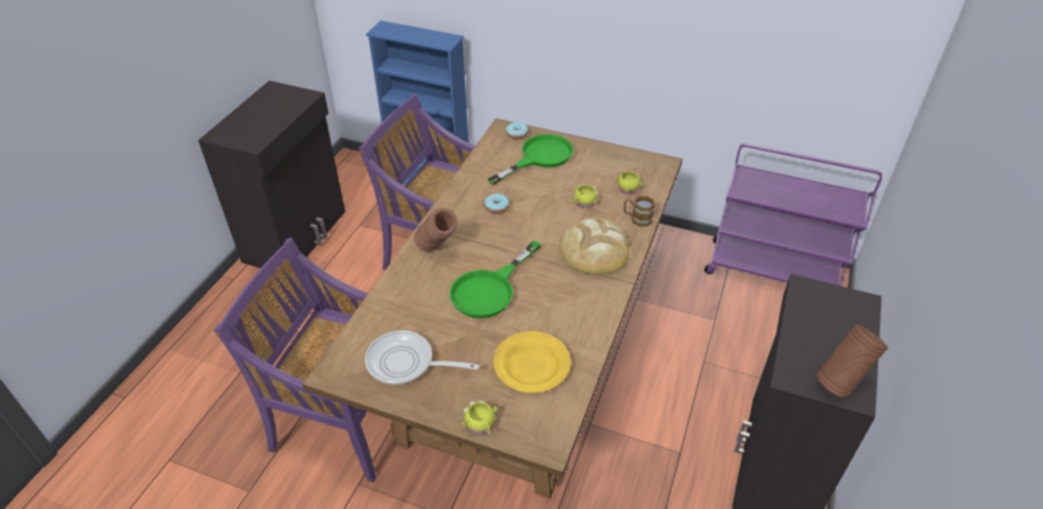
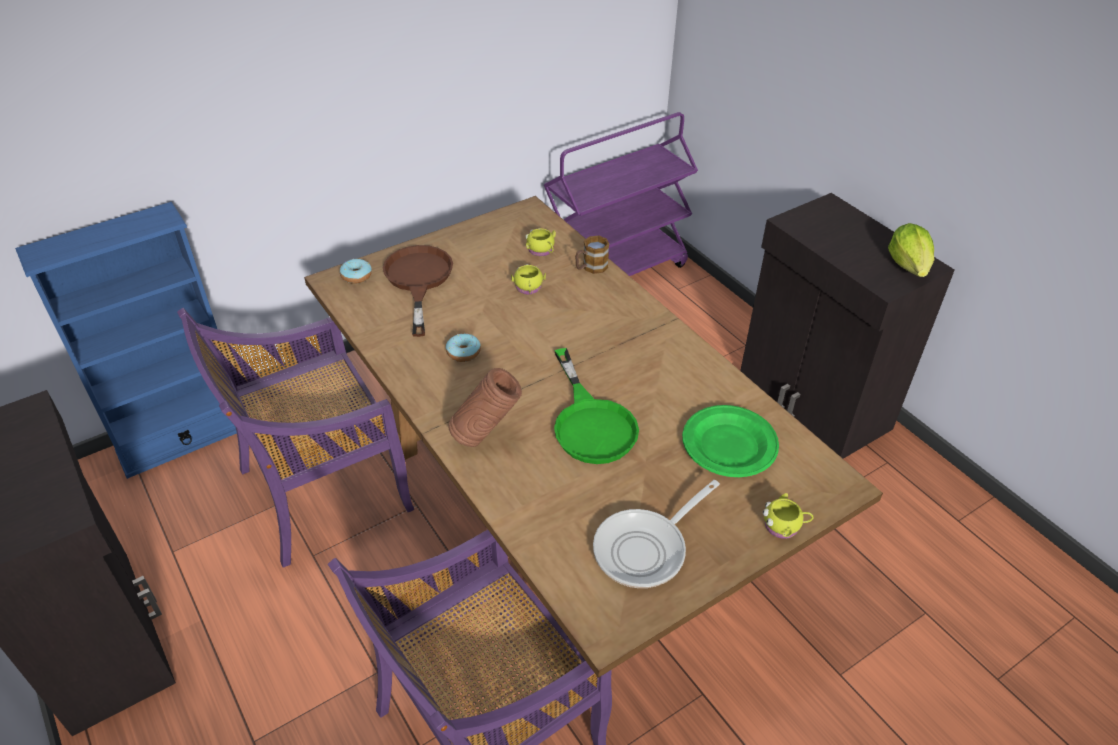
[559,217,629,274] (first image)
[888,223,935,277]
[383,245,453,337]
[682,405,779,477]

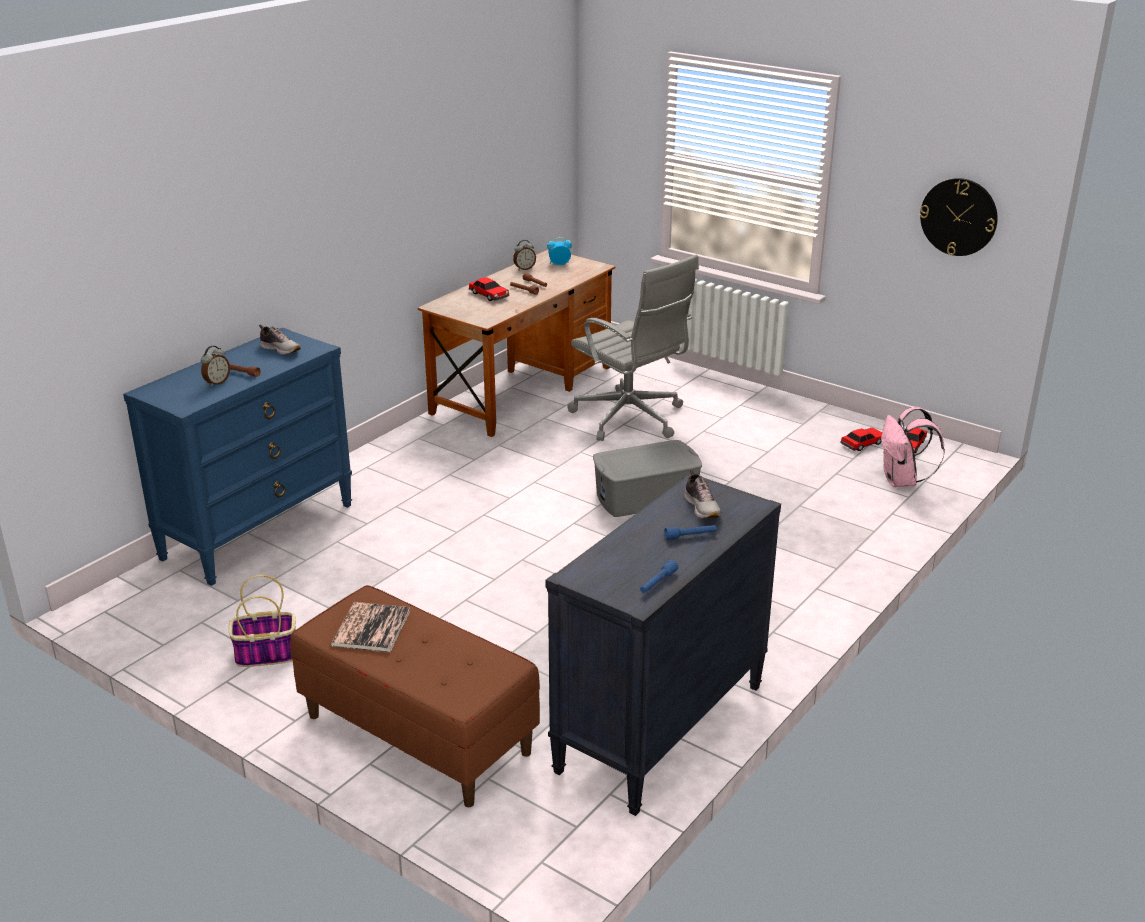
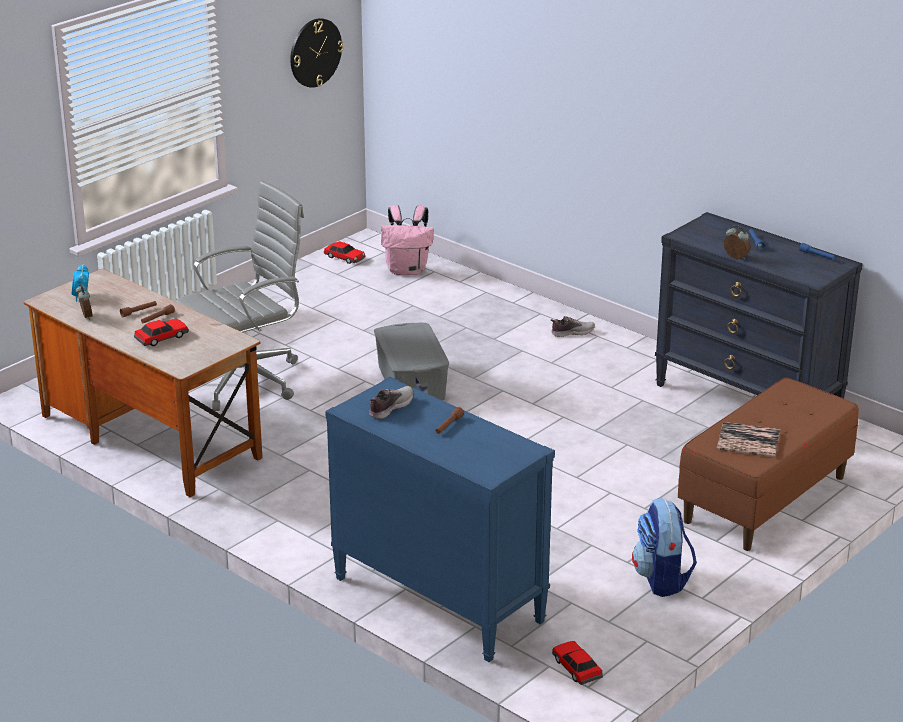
[724,225,751,259]
[551,316,595,337]
[552,641,602,685]
[632,497,697,597]

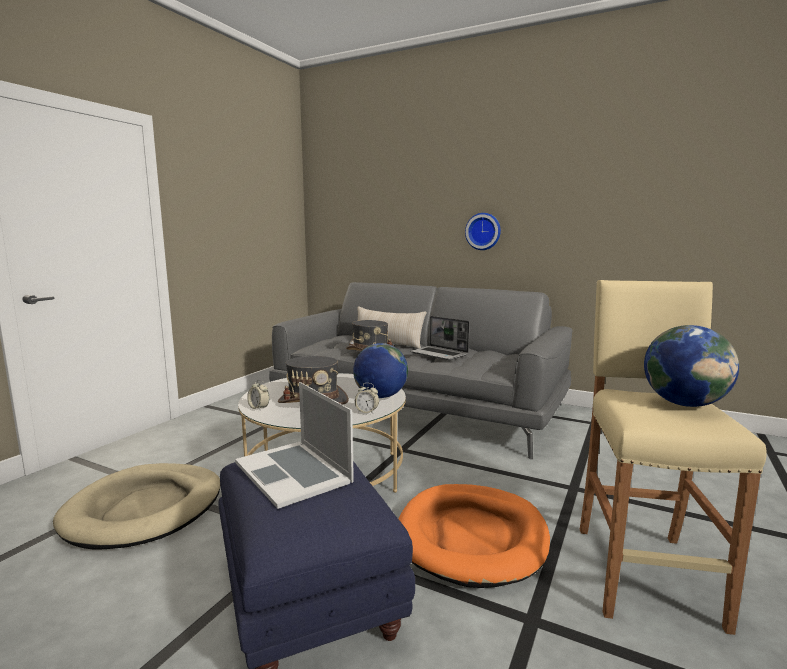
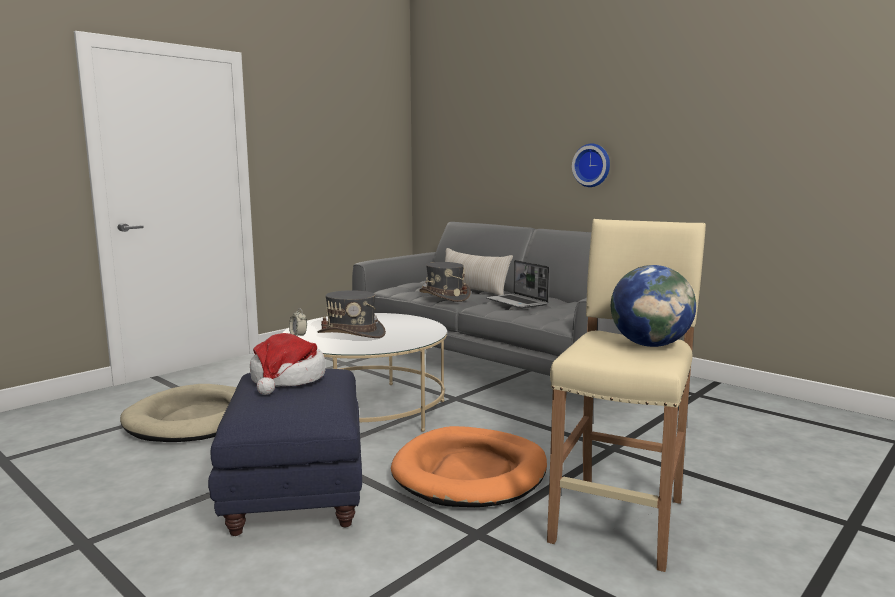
[353,343,408,398] (first image)
[355,383,379,414] (first image)
[250,333,325,395]

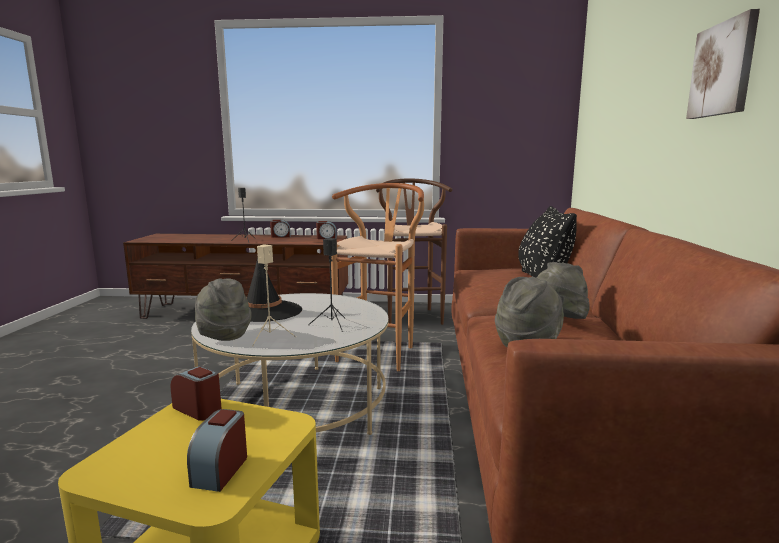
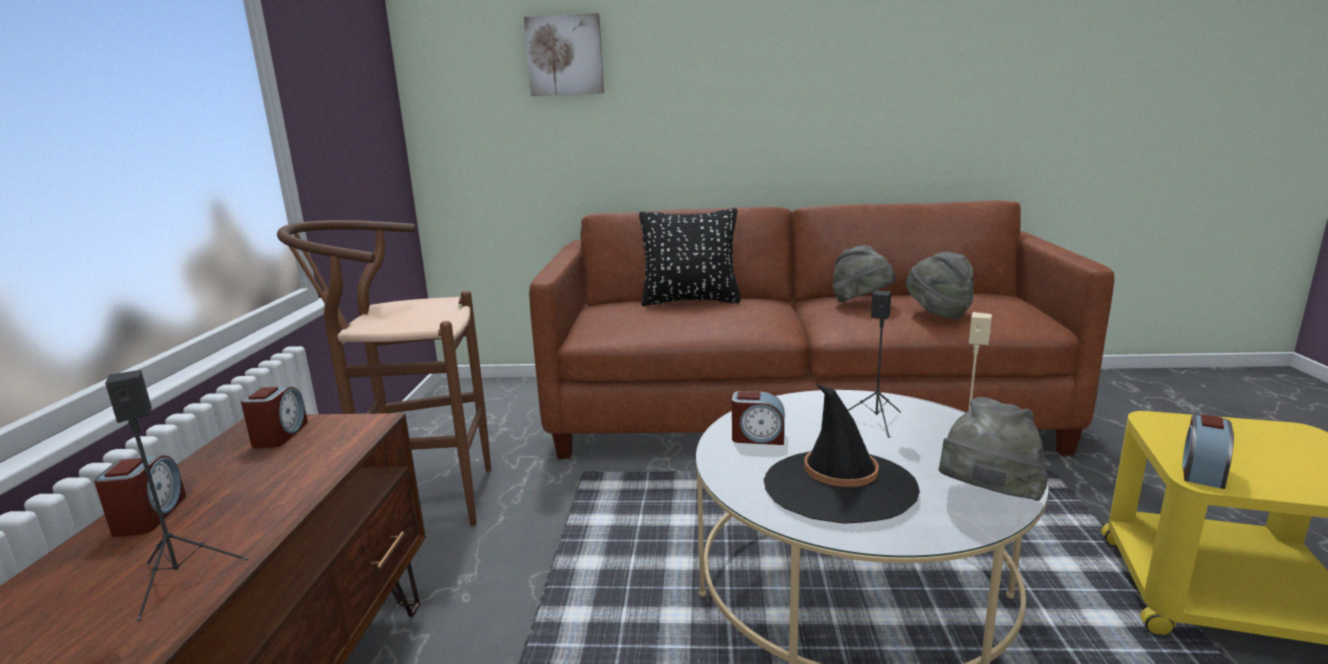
[331,183,424,371] (first image)
[732,391,785,445]
[524,13,604,96]

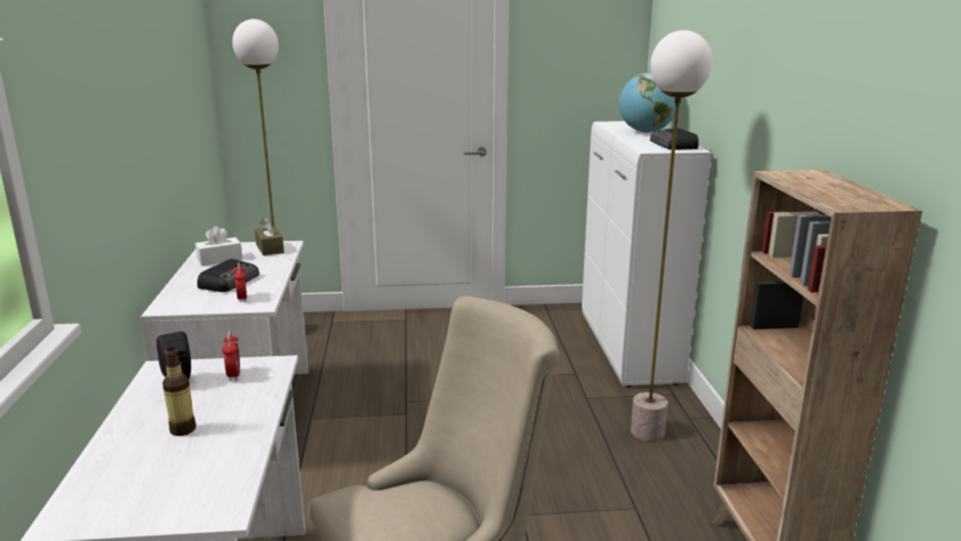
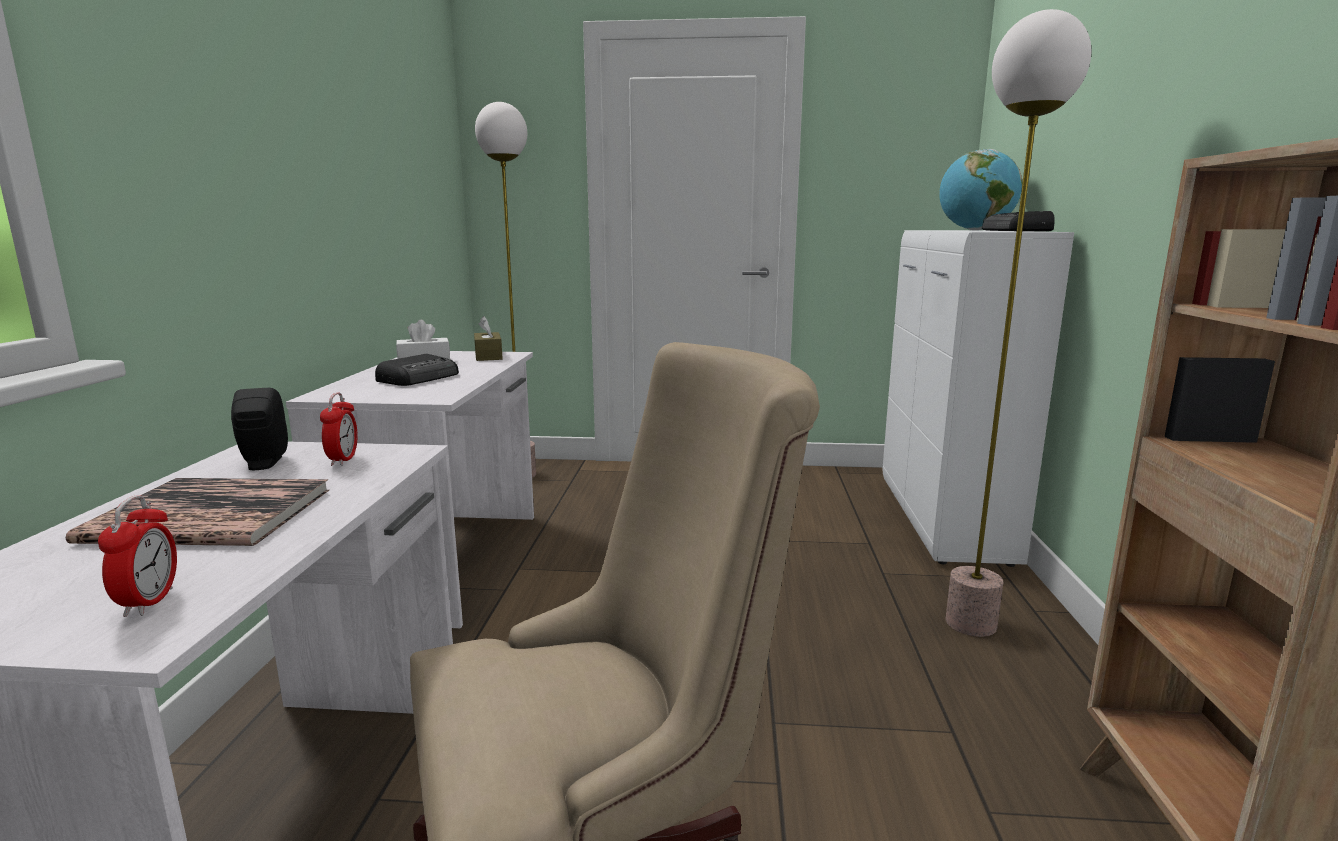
[98,496,177,617]
[66,478,329,546]

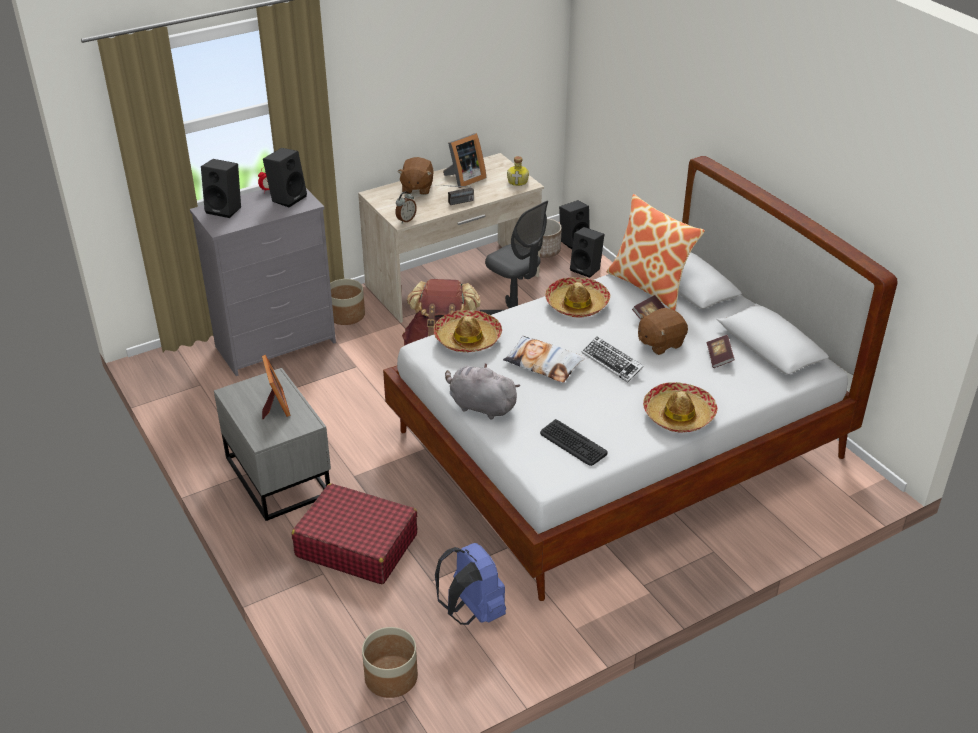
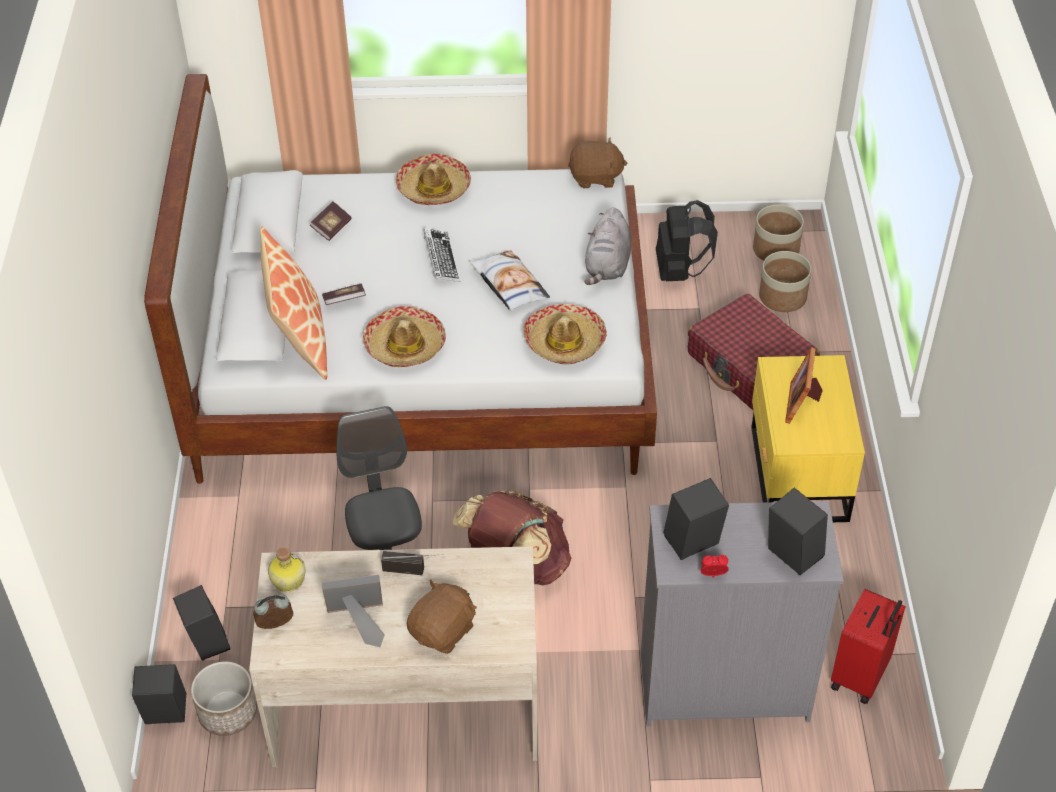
[540,419,608,466] (first image)
[831,589,906,704]
[759,251,811,312]
[253,594,293,629]
[568,137,627,188]
[751,355,865,522]
[656,200,718,281]
[584,207,631,285]

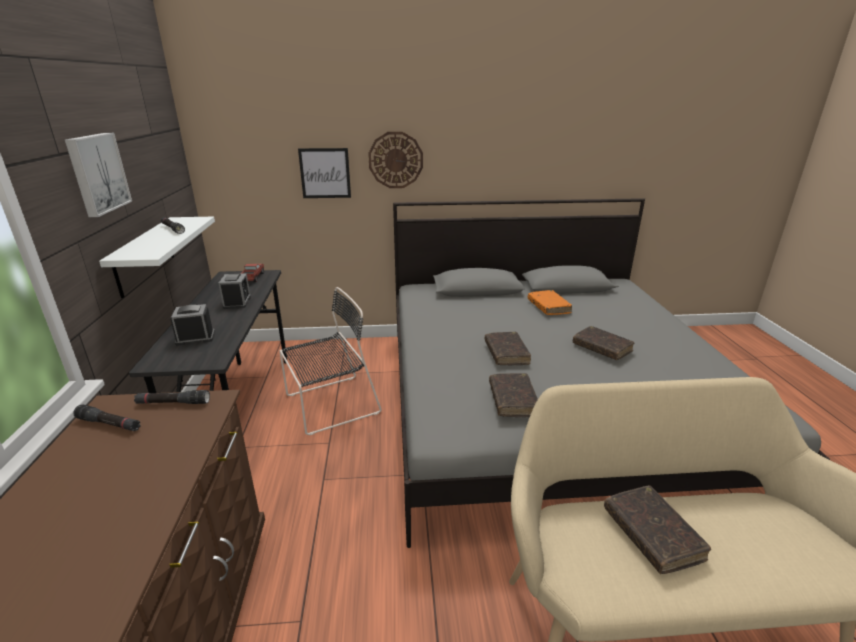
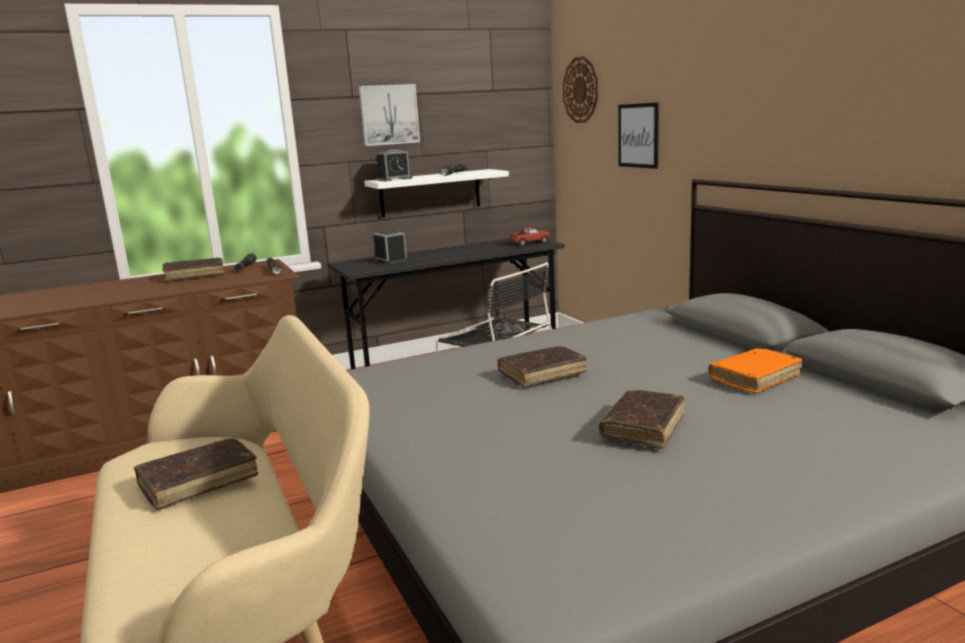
[377,149,412,181]
[563,56,598,123]
[162,258,225,282]

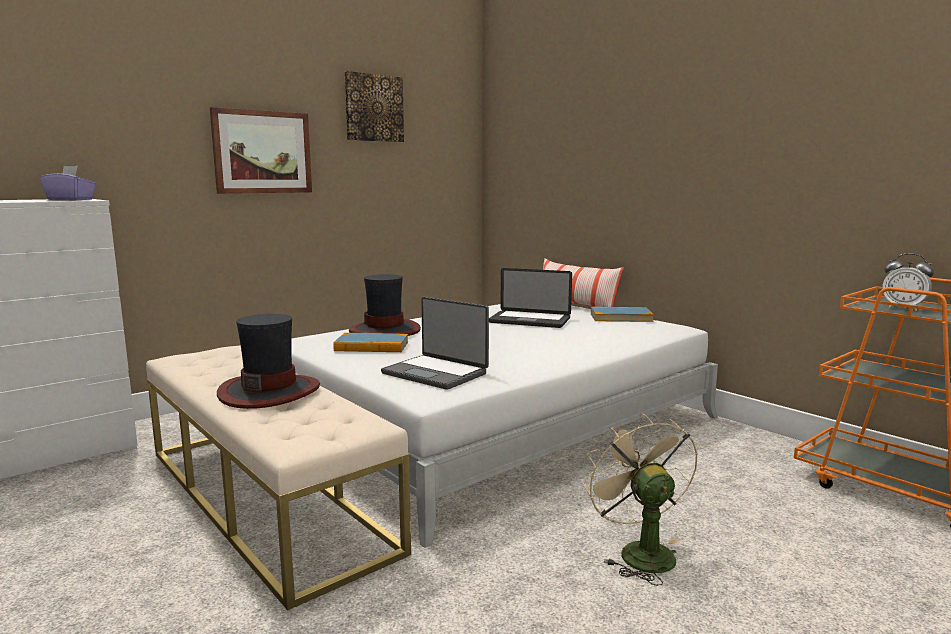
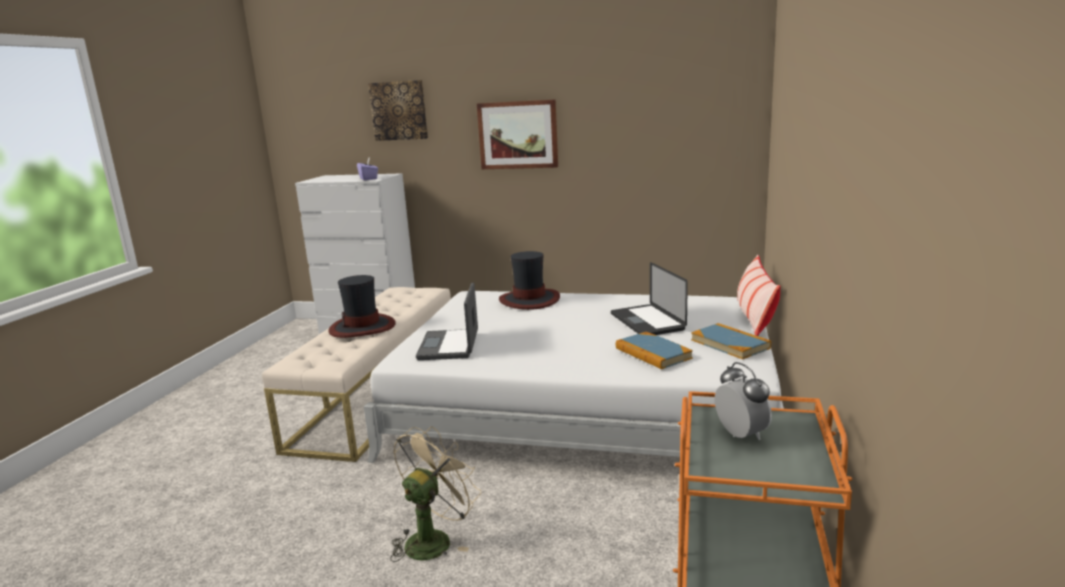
[616,332,693,369]
[368,80,428,141]
[715,362,772,440]

